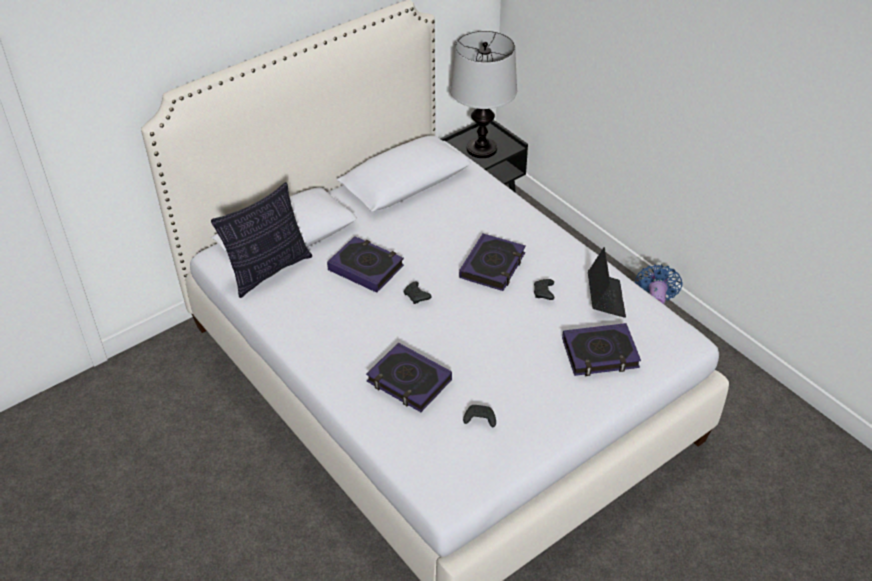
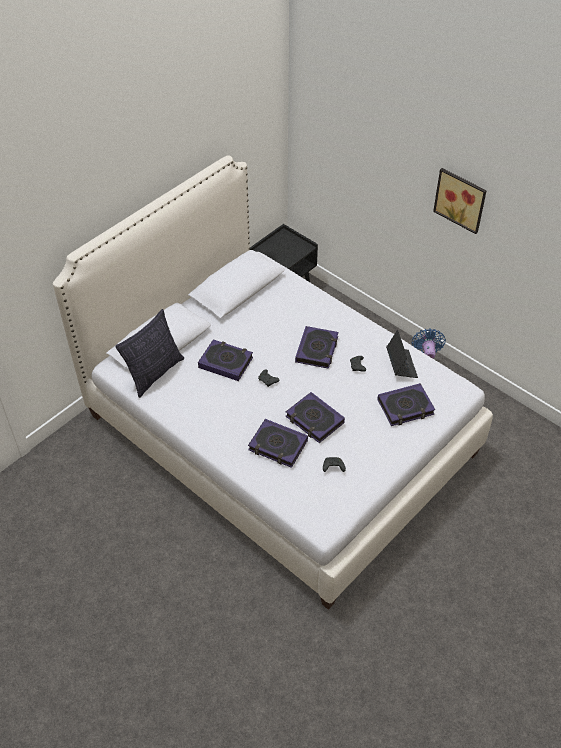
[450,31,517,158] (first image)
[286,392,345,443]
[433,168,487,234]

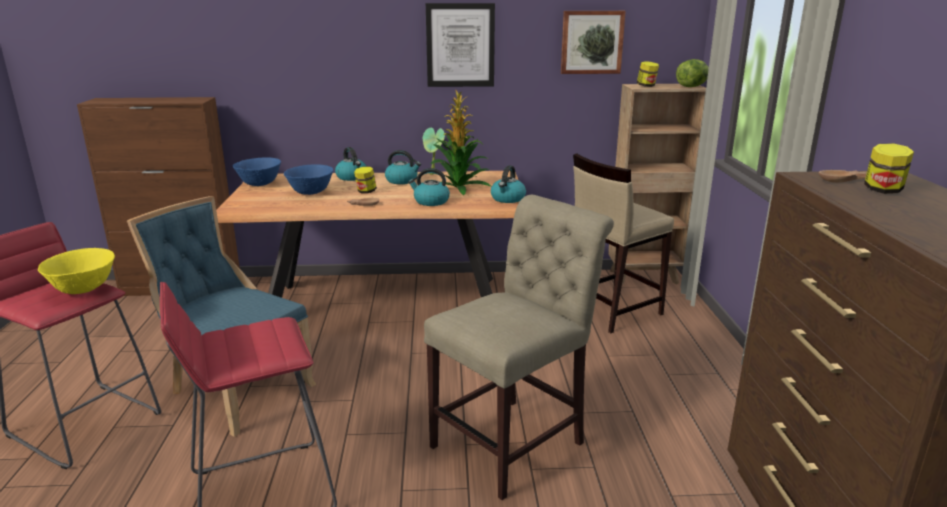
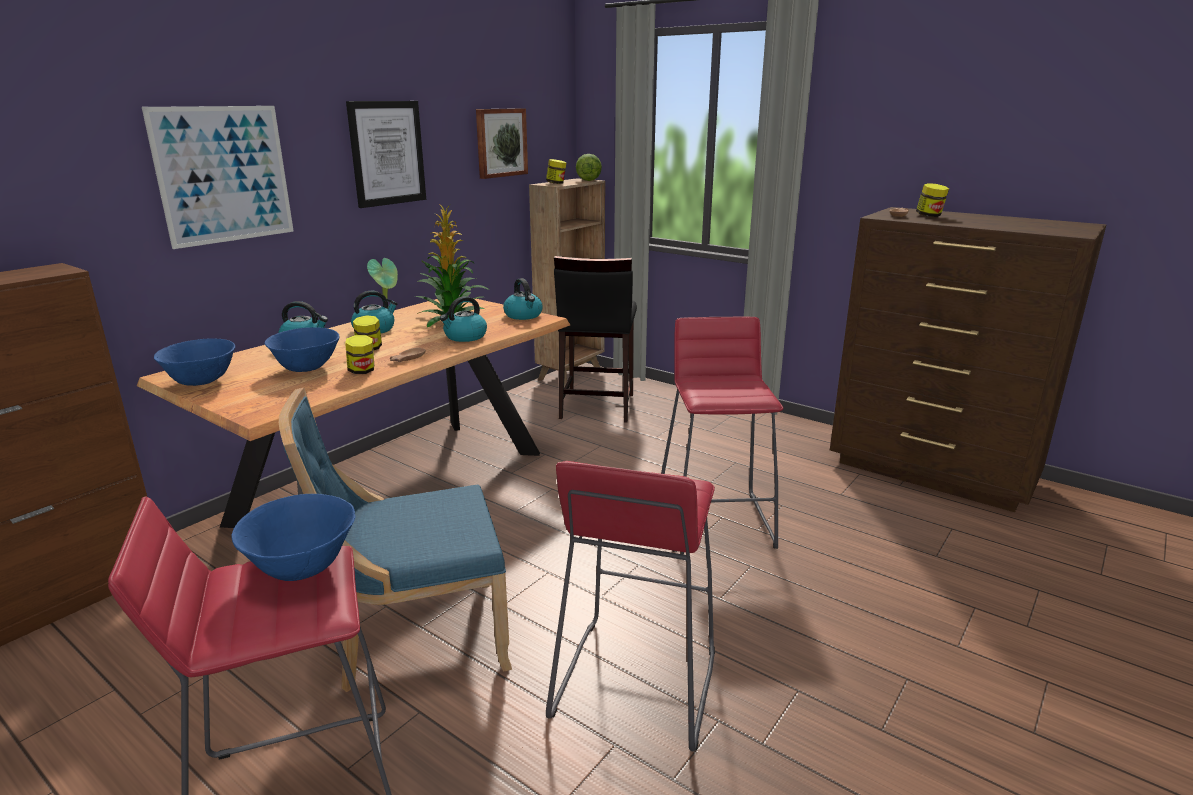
[142,106,294,249]
[345,335,374,374]
[661,317,783,552]
[231,494,356,581]
[554,256,637,422]

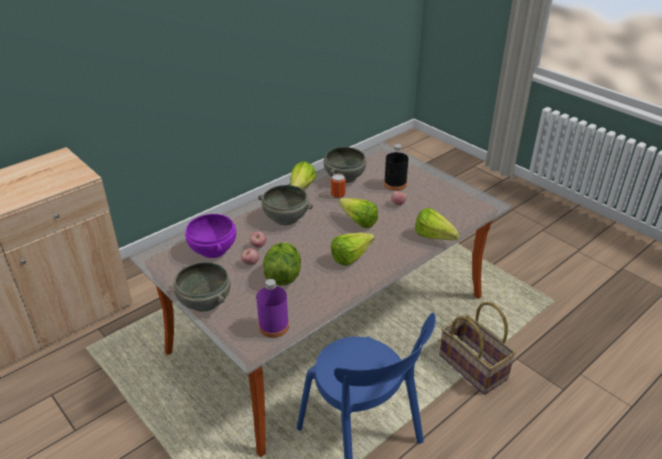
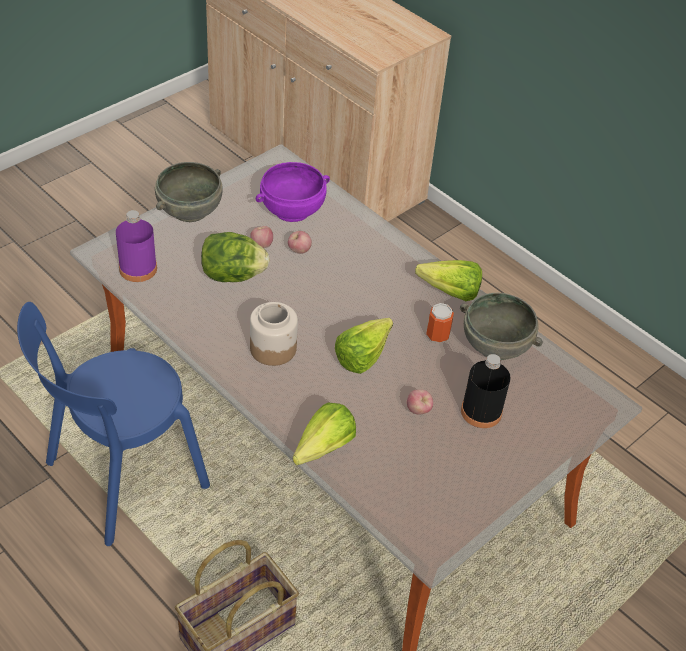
[258,185,313,225] (first image)
[250,302,298,366]

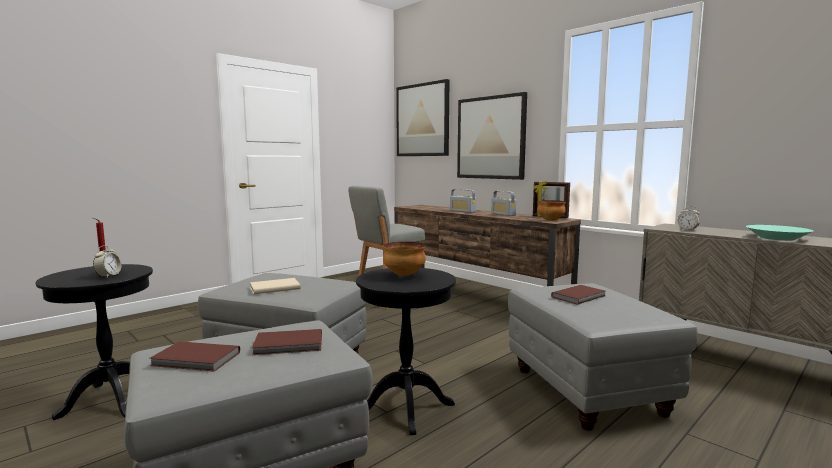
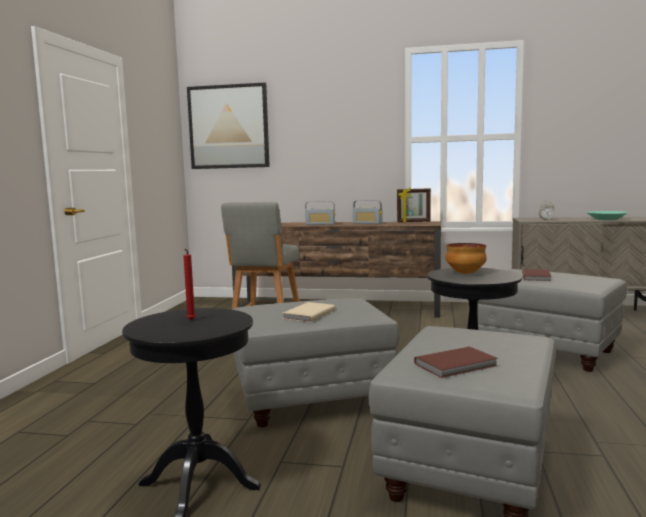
[93,245,122,278] (first image)
[252,329,322,355] (first image)
[457,92,527,180] (first image)
[537,200,566,221] (first image)

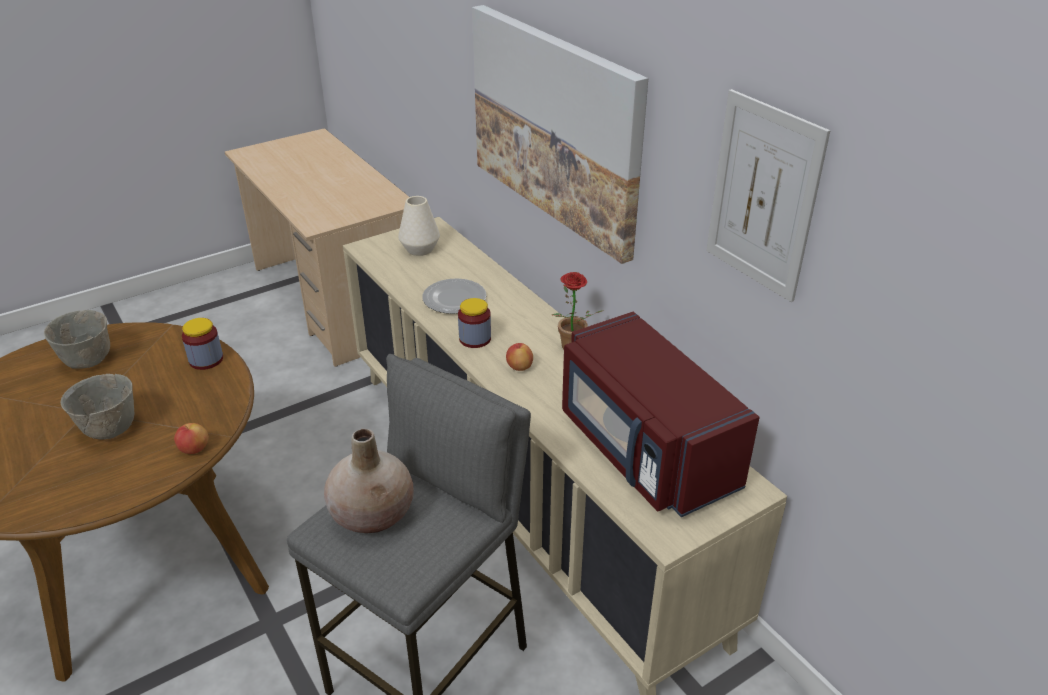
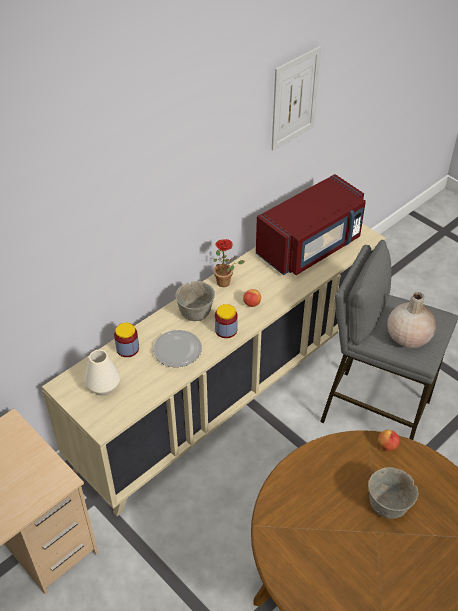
[472,5,648,264] (first image)
[175,281,215,321]
[114,323,139,357]

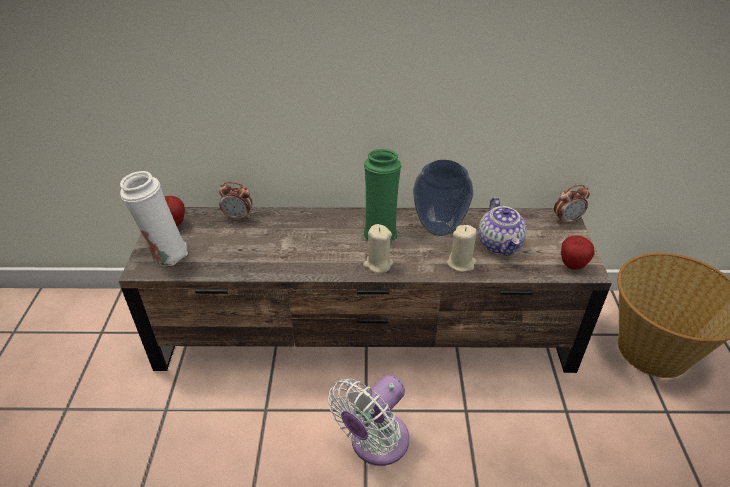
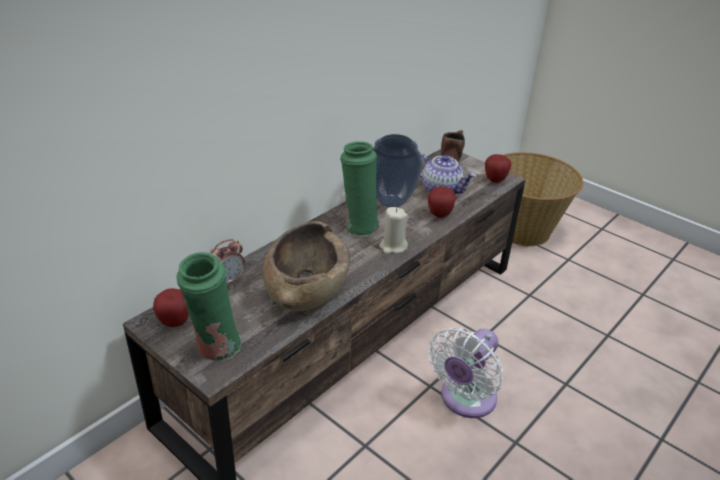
[263,221,350,311]
[428,187,456,218]
[441,130,465,162]
[176,252,241,361]
[429,327,503,418]

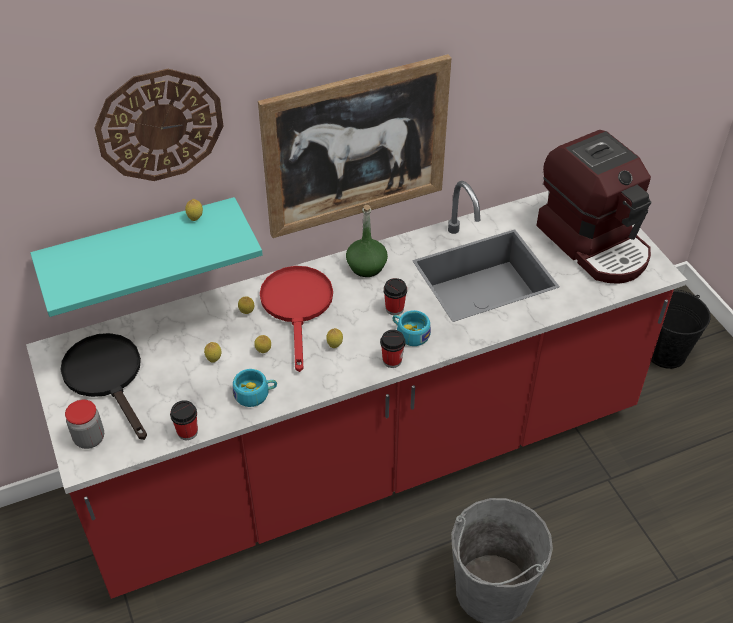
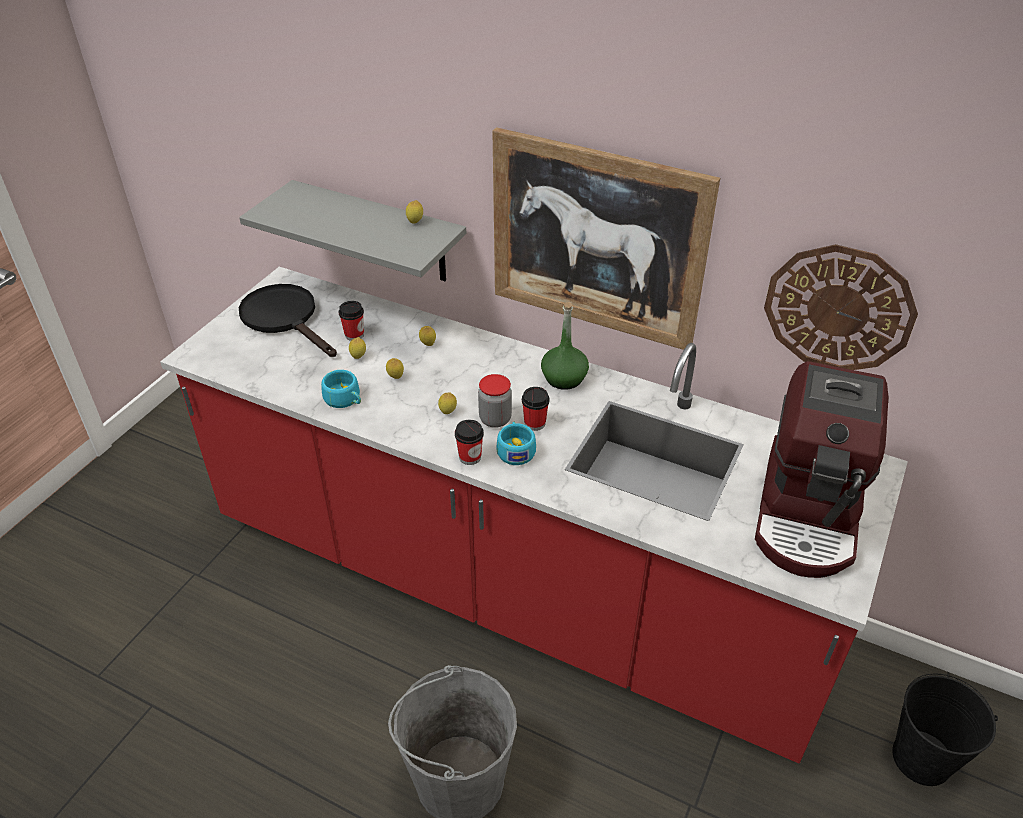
[260,266,333,372] (first image)
[478,374,512,428]
[764,244,918,370]
[339,301,364,341]
[239,180,466,281]
[239,284,337,357]

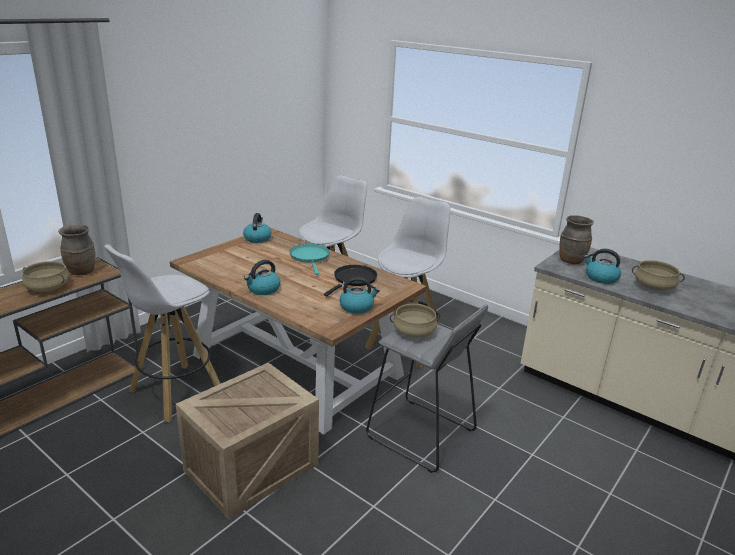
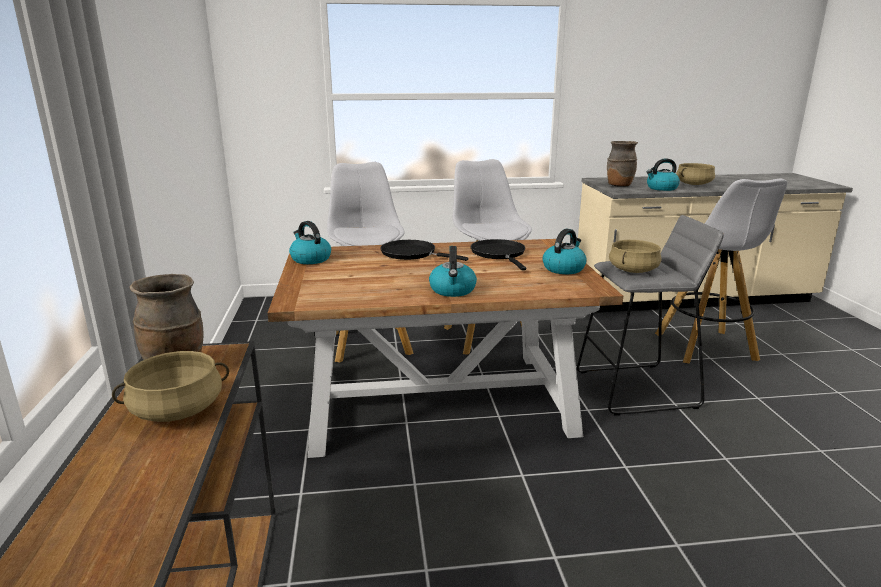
[176,363,319,519] (first image)
[655,179,787,363]
[381,240,468,261]

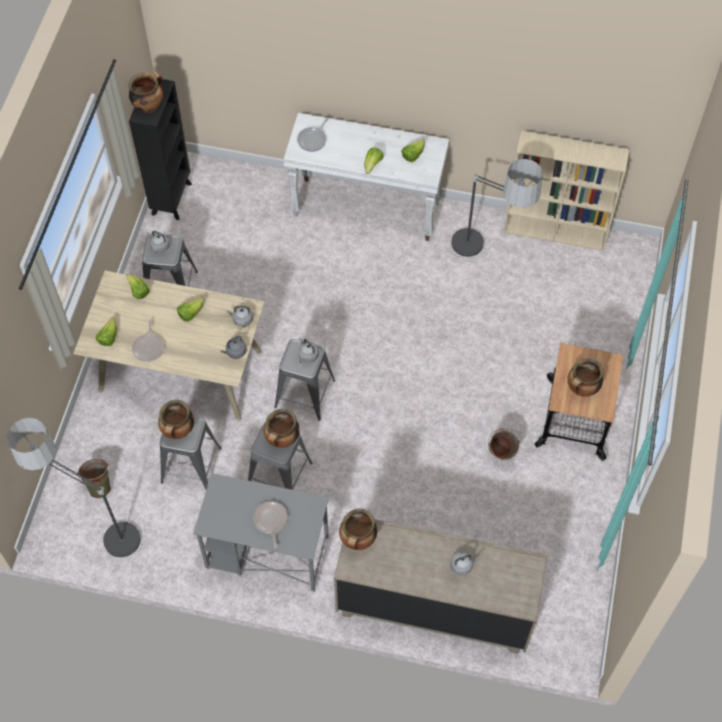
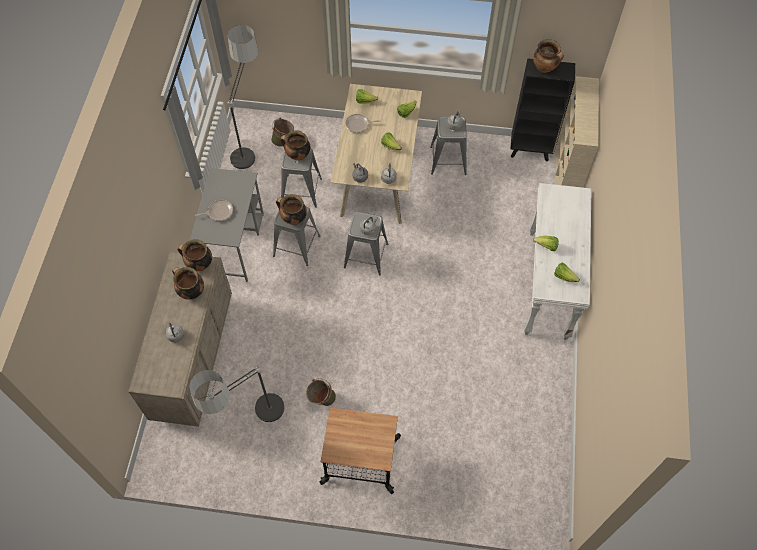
[297,118,328,152] (first image)
[189,367,285,429]
[555,76,599,188]
[172,267,204,300]

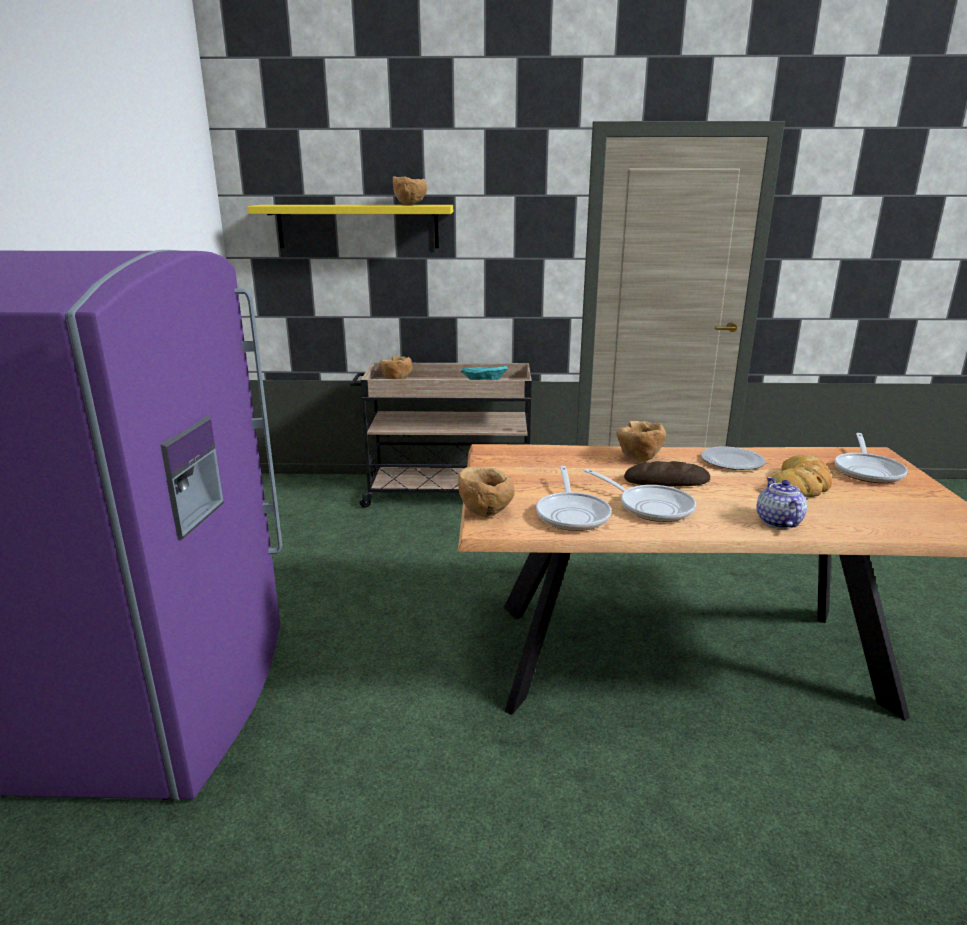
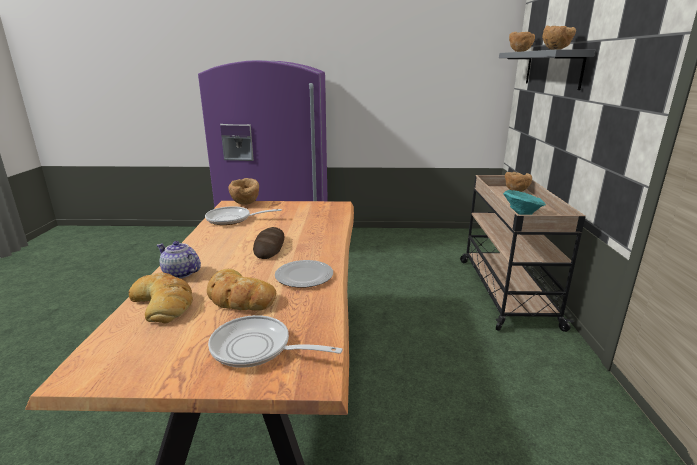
[583,468,696,522] (first image)
[129,272,193,323]
[509,32,535,52]
[499,49,595,90]
[157,241,201,278]

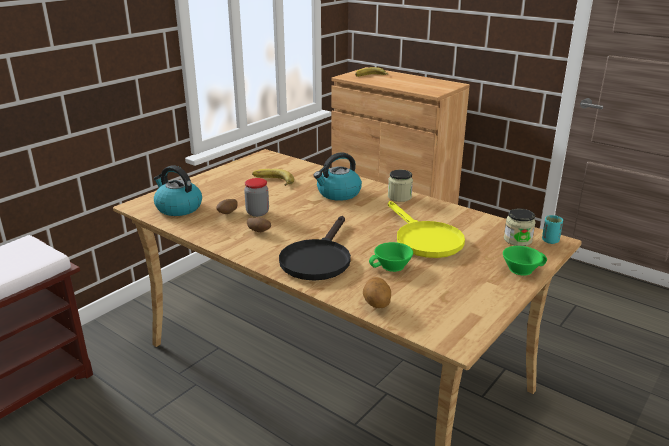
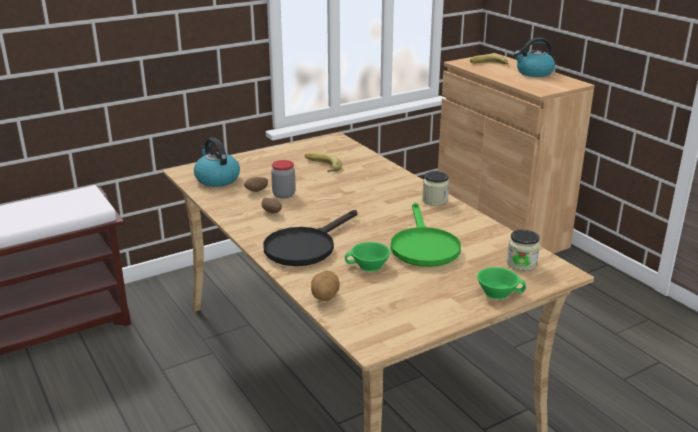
[542,215,563,244] (first image)
[514,37,555,77]
[390,203,461,267]

